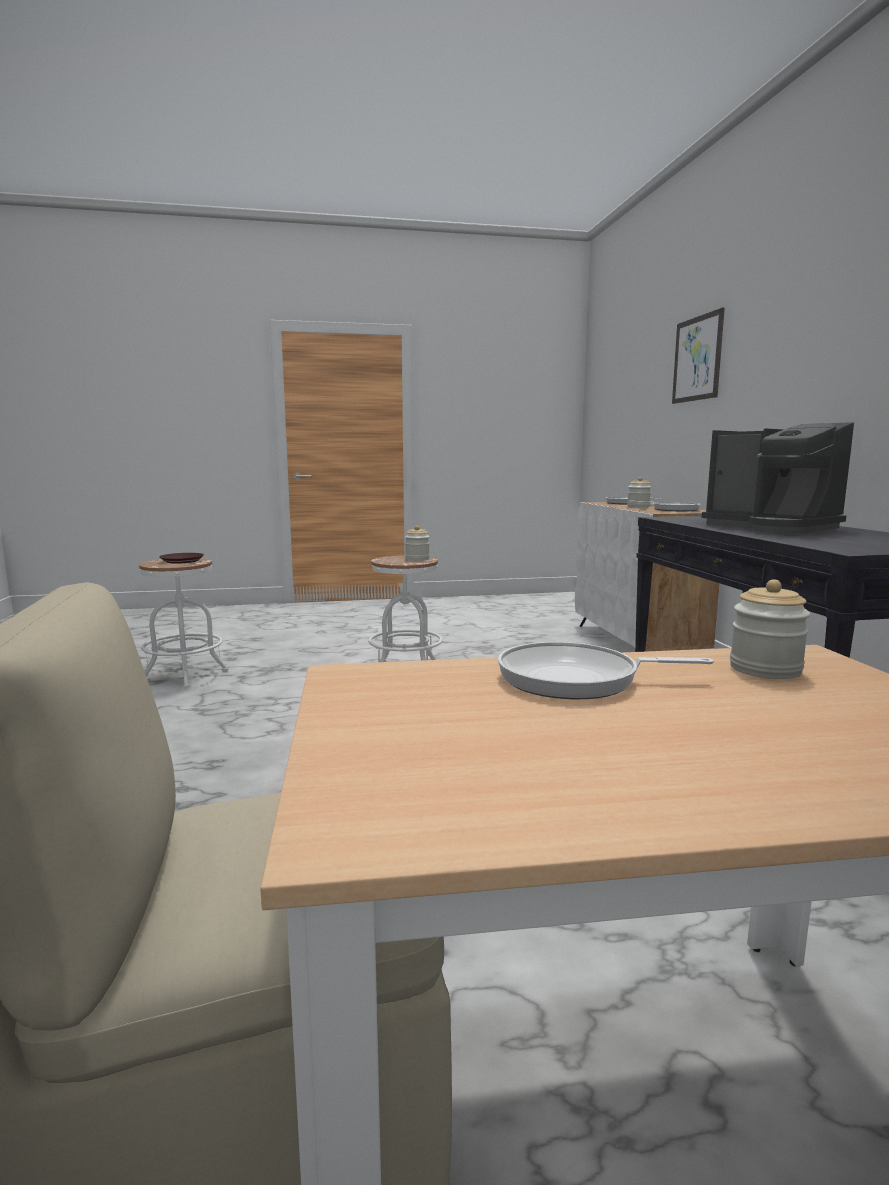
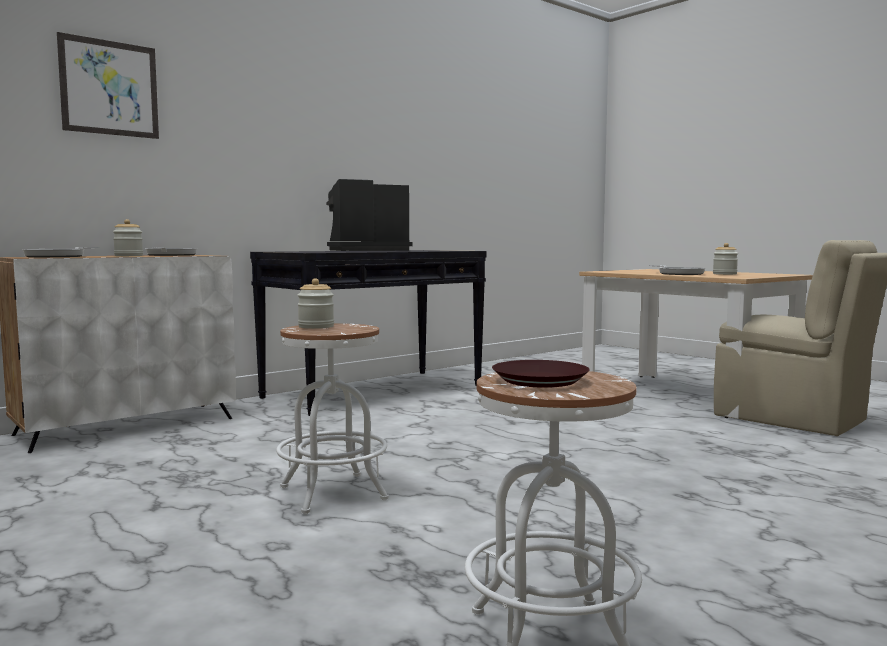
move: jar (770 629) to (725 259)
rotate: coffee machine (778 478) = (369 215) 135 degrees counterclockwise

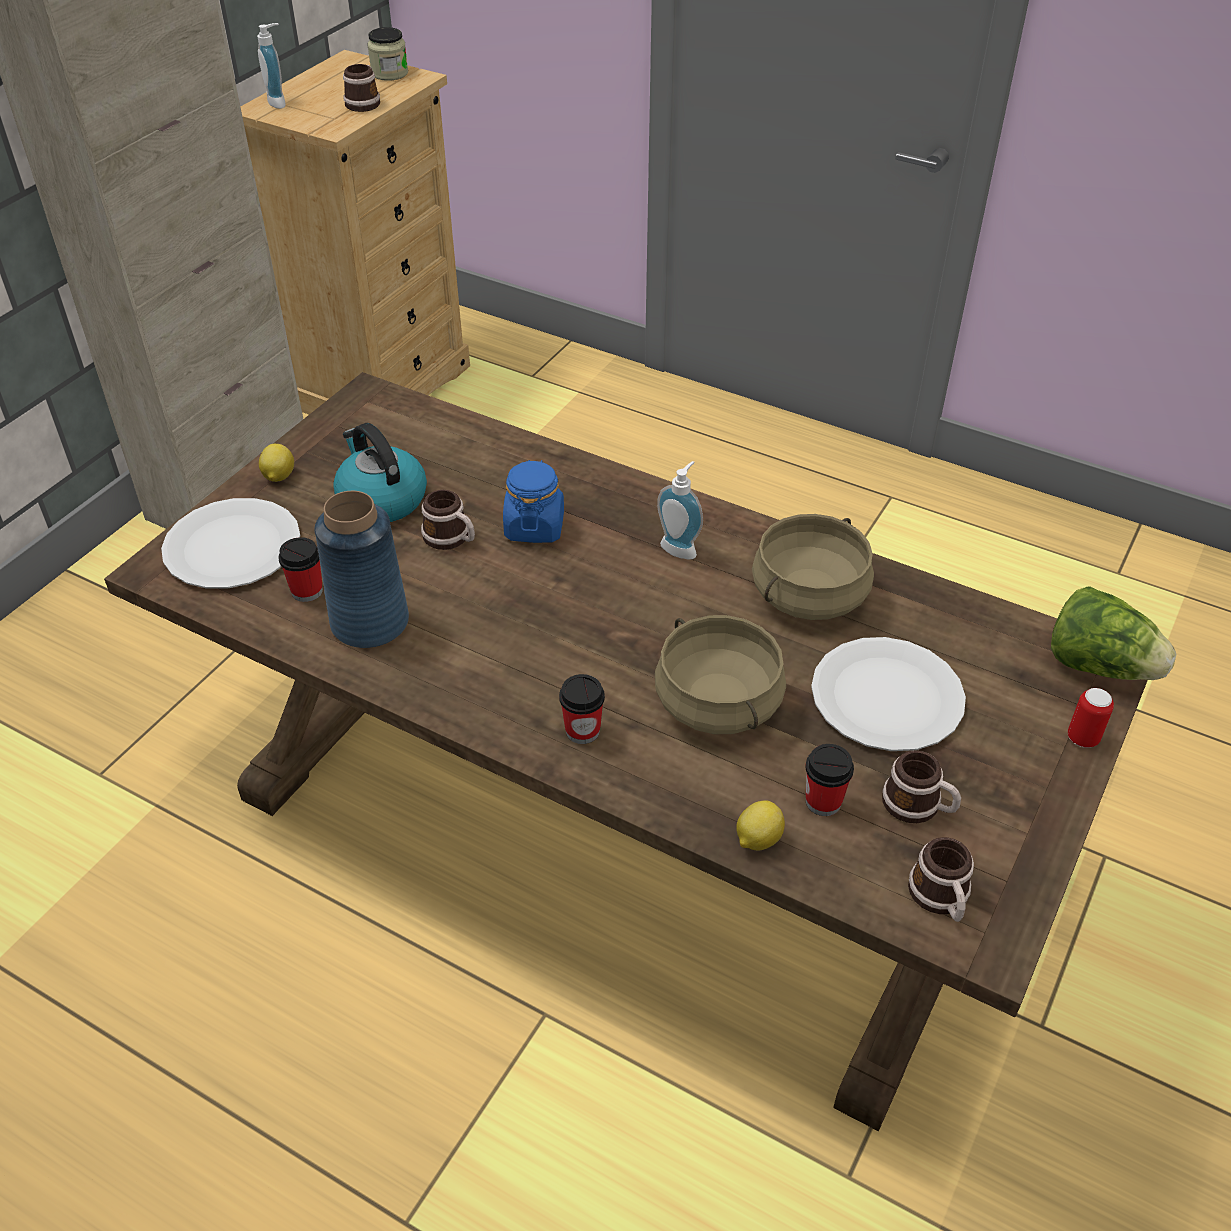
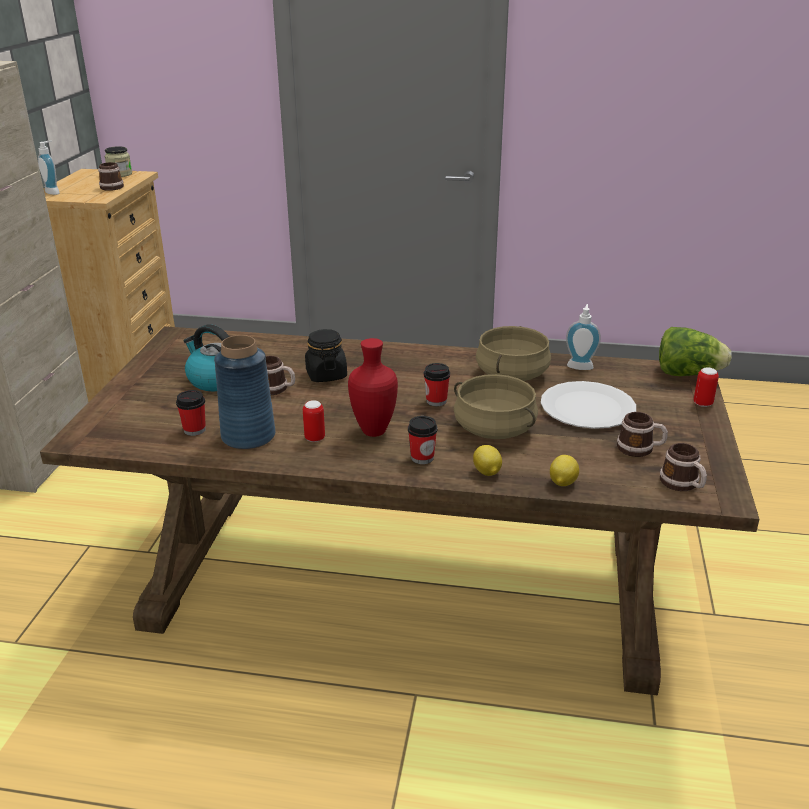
delete: white plate (230 543)
insert: red vase (373 387); can (314 421)
move: lemon (276 463) to (487 460); soap dispenser (680 510) to (583 337); cup (829 780) to (437 384)
recolor: blue jar (533 501) to black jar (326 355)

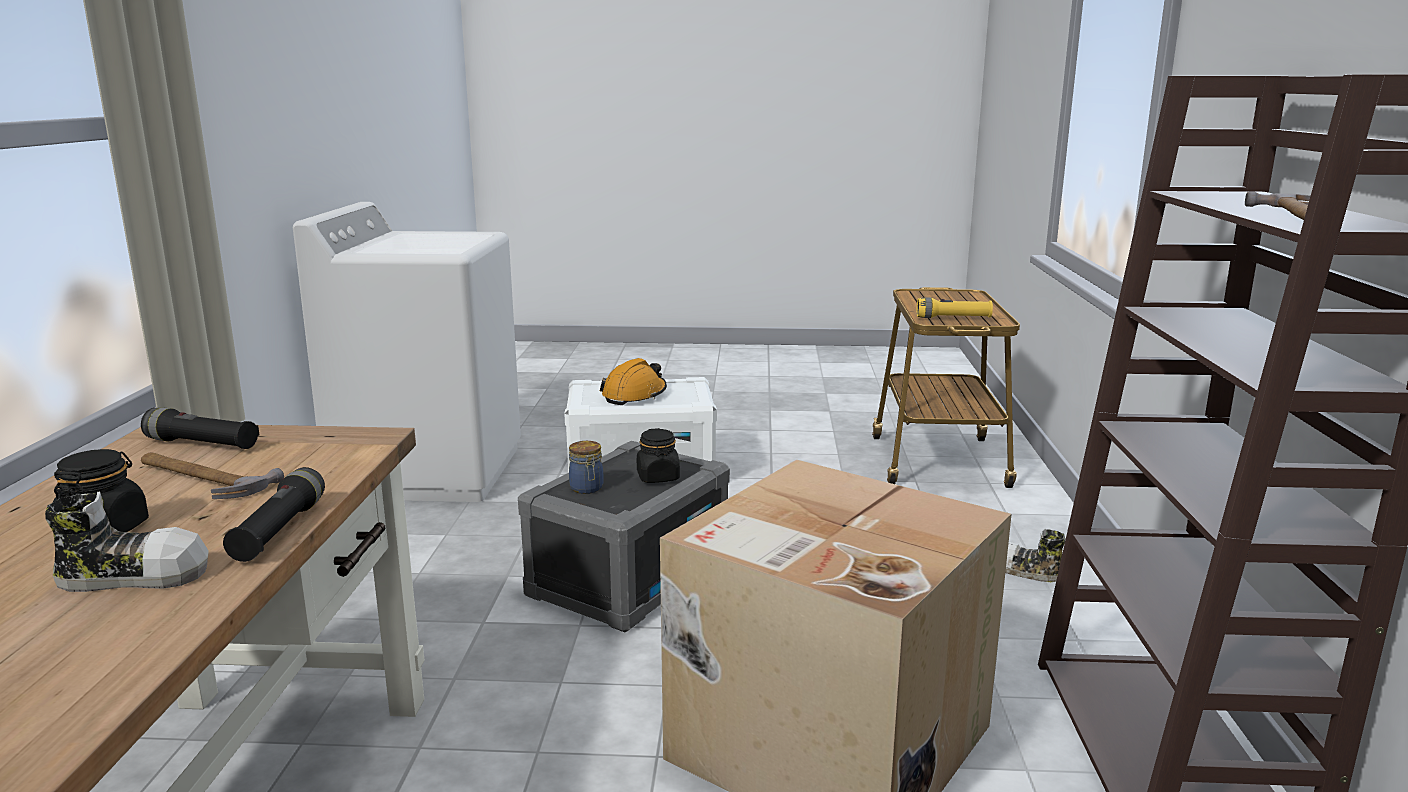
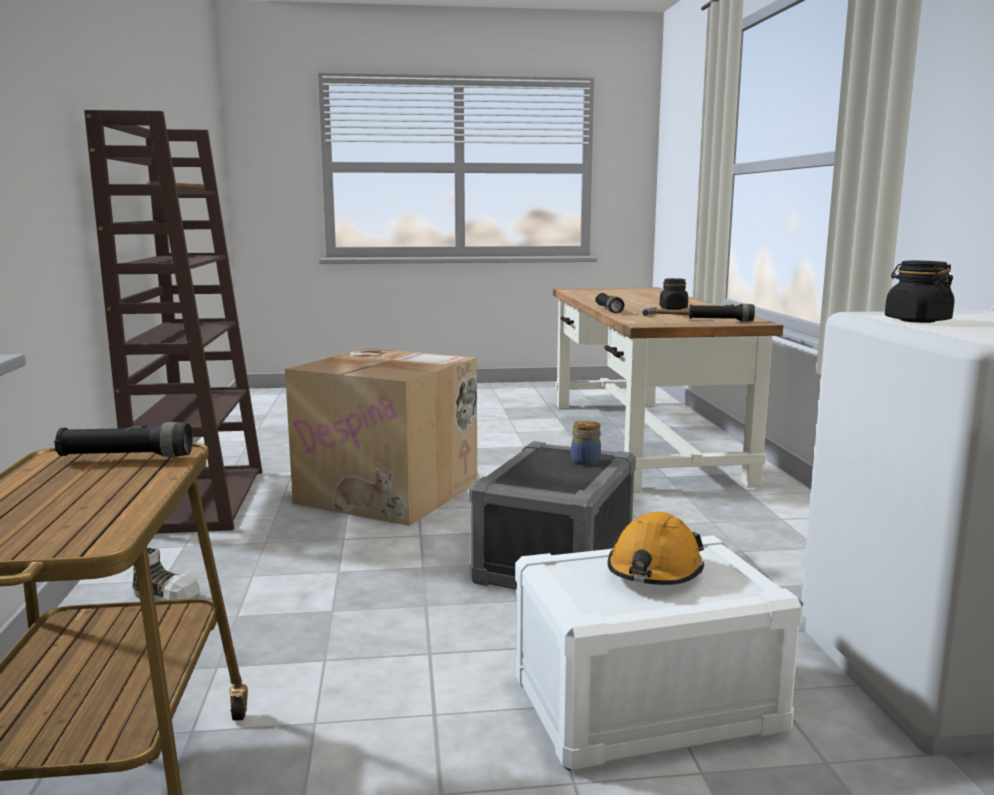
delete: shoe (127 541)
move: black jar (658 455) to (920 292)
recolor: yellow flashlight (955 308) to black flashlight (123 439)

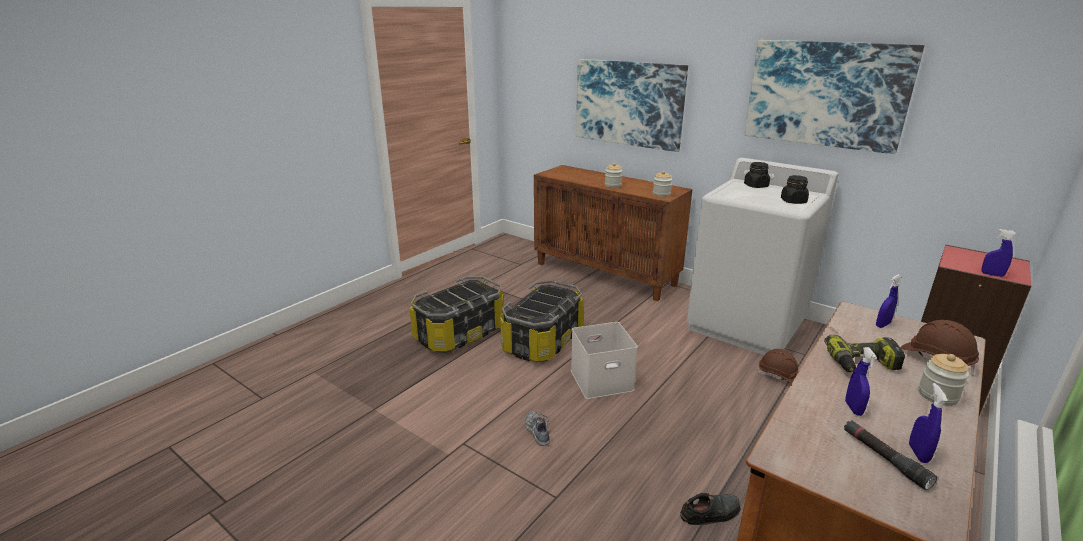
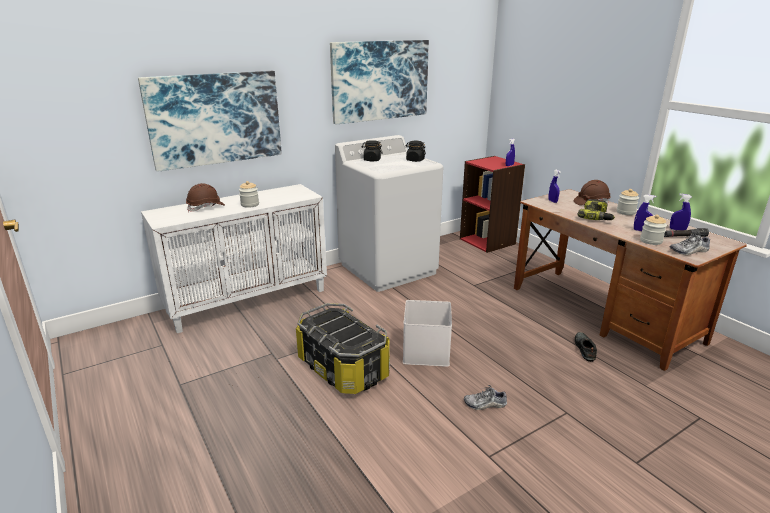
delete: storage box (456 314)
insert: shoe (690 243)
move: jar (662 184) to (653 230); brown hard hat (777 366) to (205 197)
recolor: brown cabinet (613 233) to white cabinet (234 258)

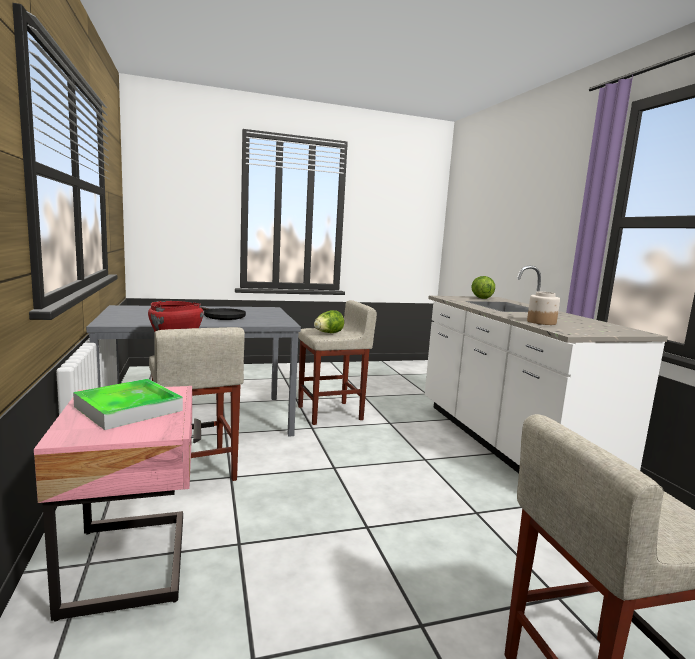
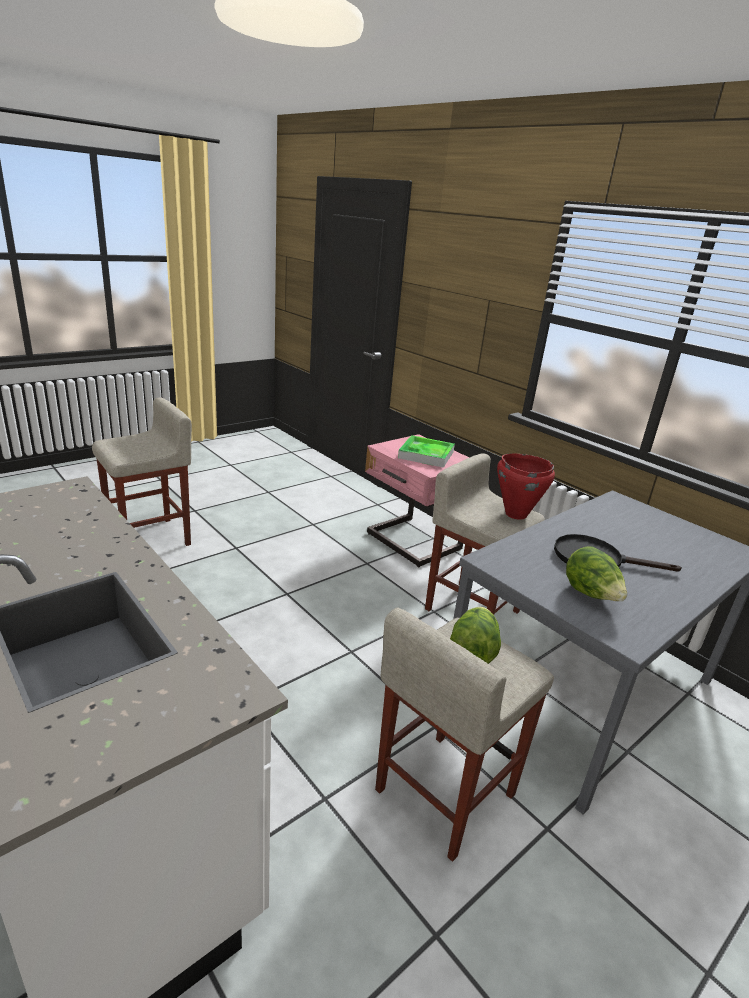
delete: jar (543 308)
move: lettuce (483 287) to (596 573)

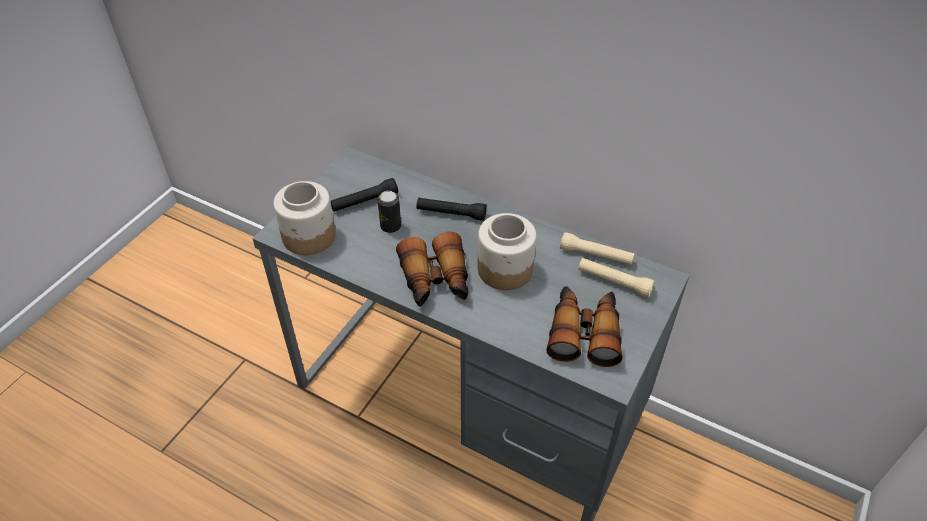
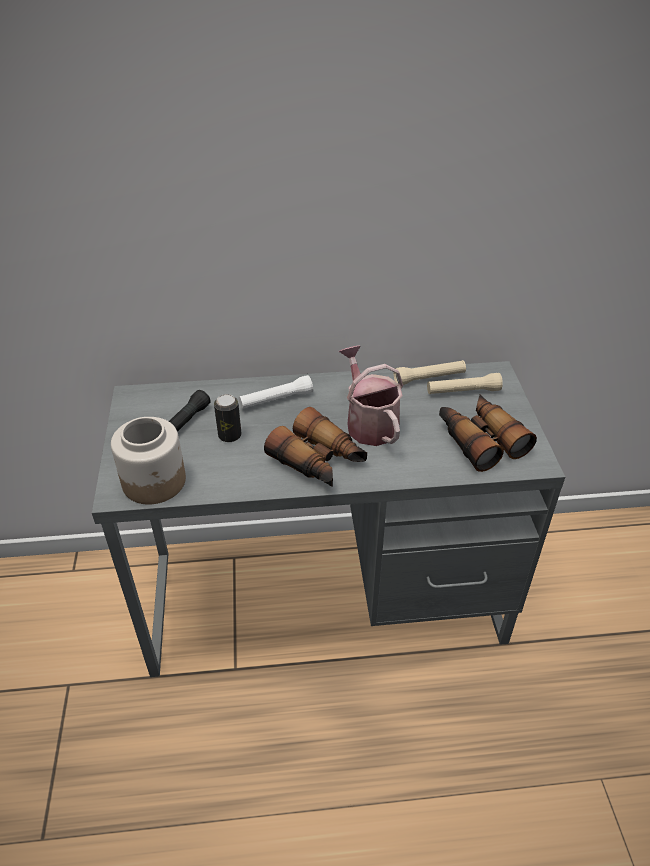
replace: jar (507 251) to watering can (371 395)
recolor: black flashlight (451 209) to white flashlight (276 392)

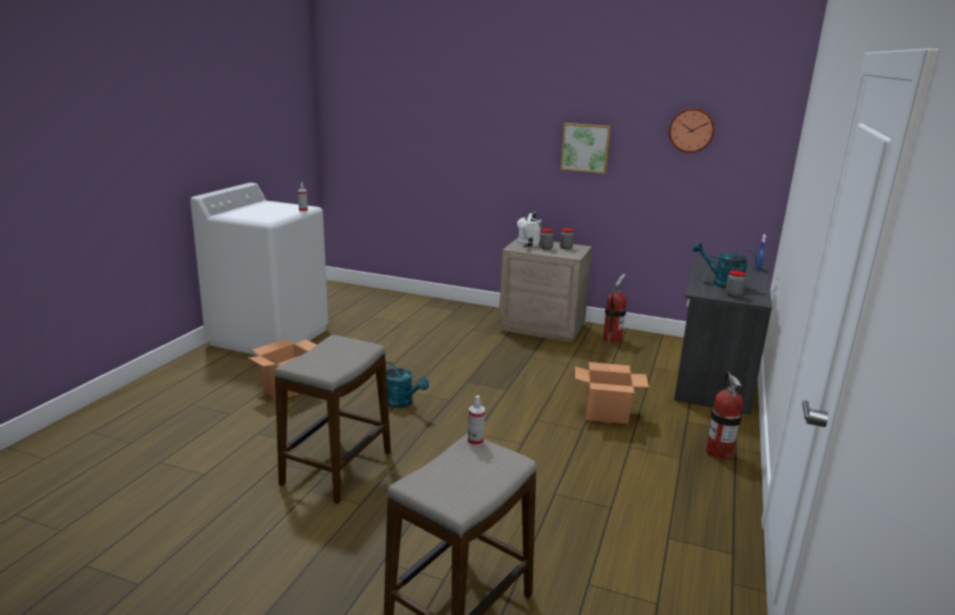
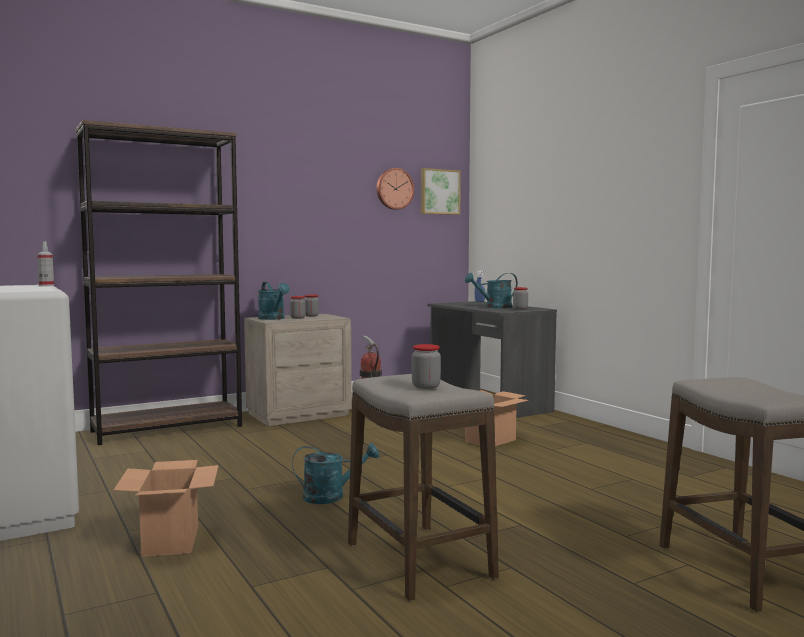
delete: fire extinguisher (724 416); spray bottle (476 420)
insert: brown bookcase (159 282); jar (426 366)
move: picture (586 148) to (441 191)
recolor: white watering can (529 229) to turquoise watering can (274 301)

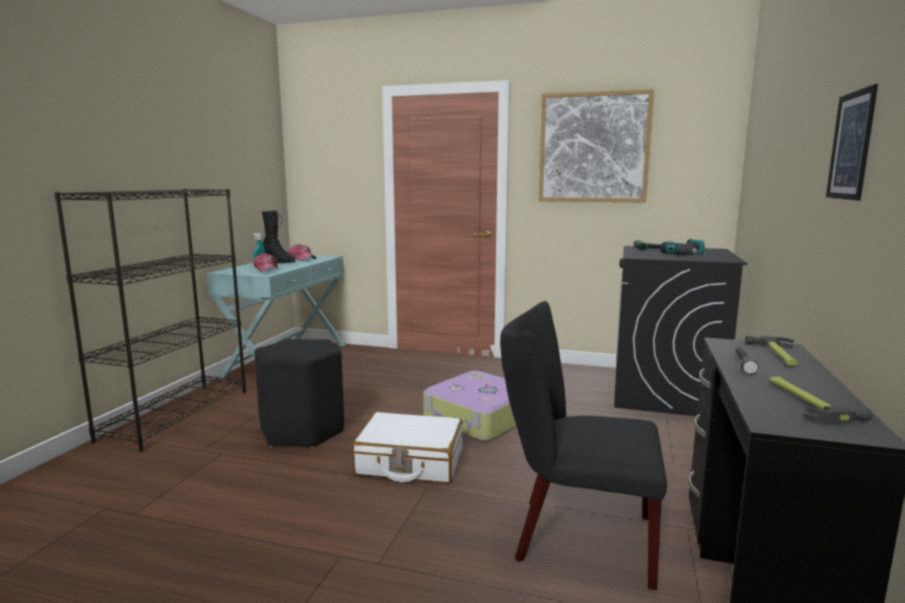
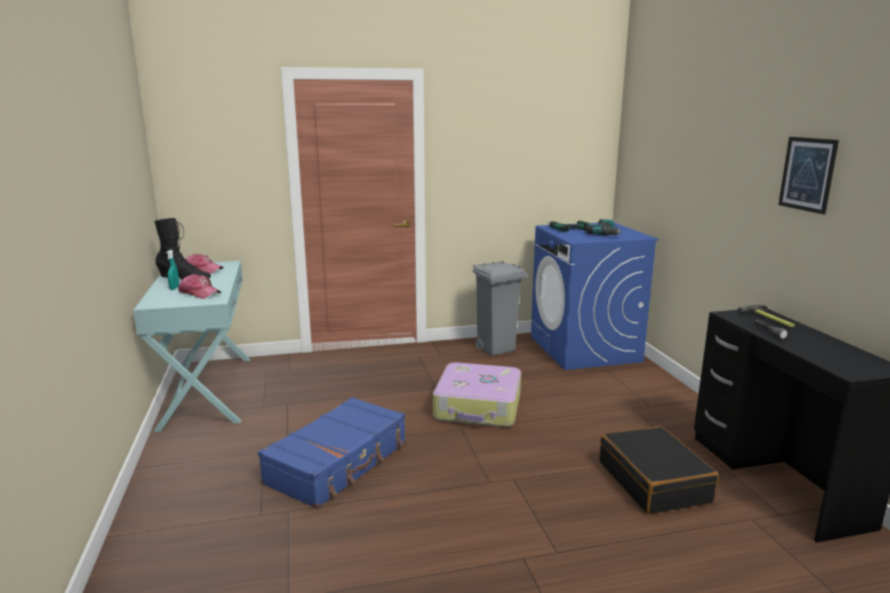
delete: picture (596 146); black bookcase (150 320); hammer (821 399); white suitcase (407 448)
insert: grey trash can (500 308)
replace: black chair (583 445) to black suitcase (659 470); black stool (299 393) to blue suitcase (332 453)
recolor: black washing machine (680 331) to blue washing machine (595 296)

